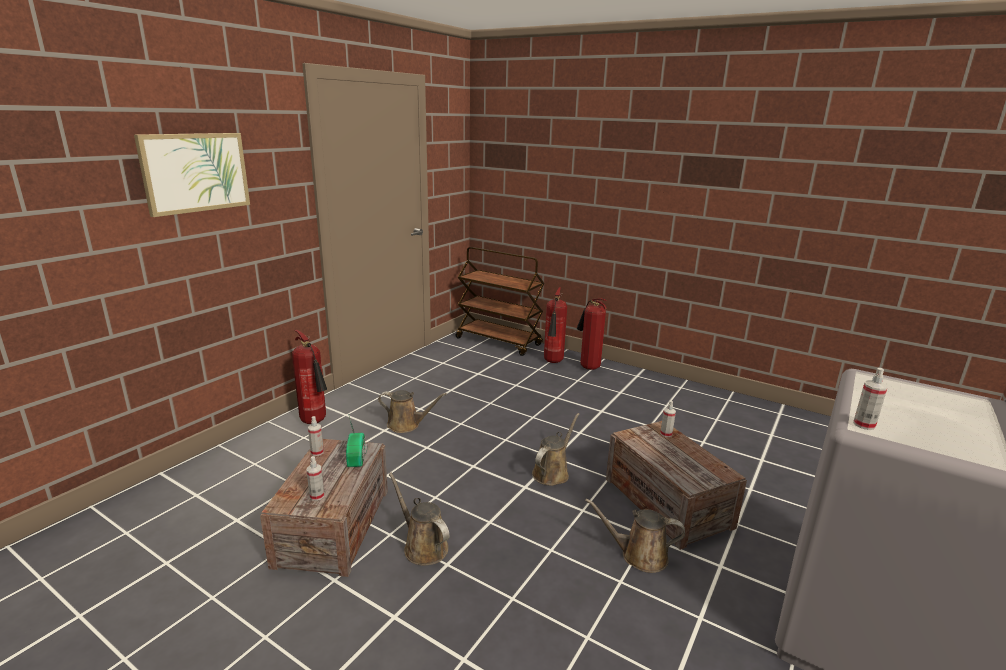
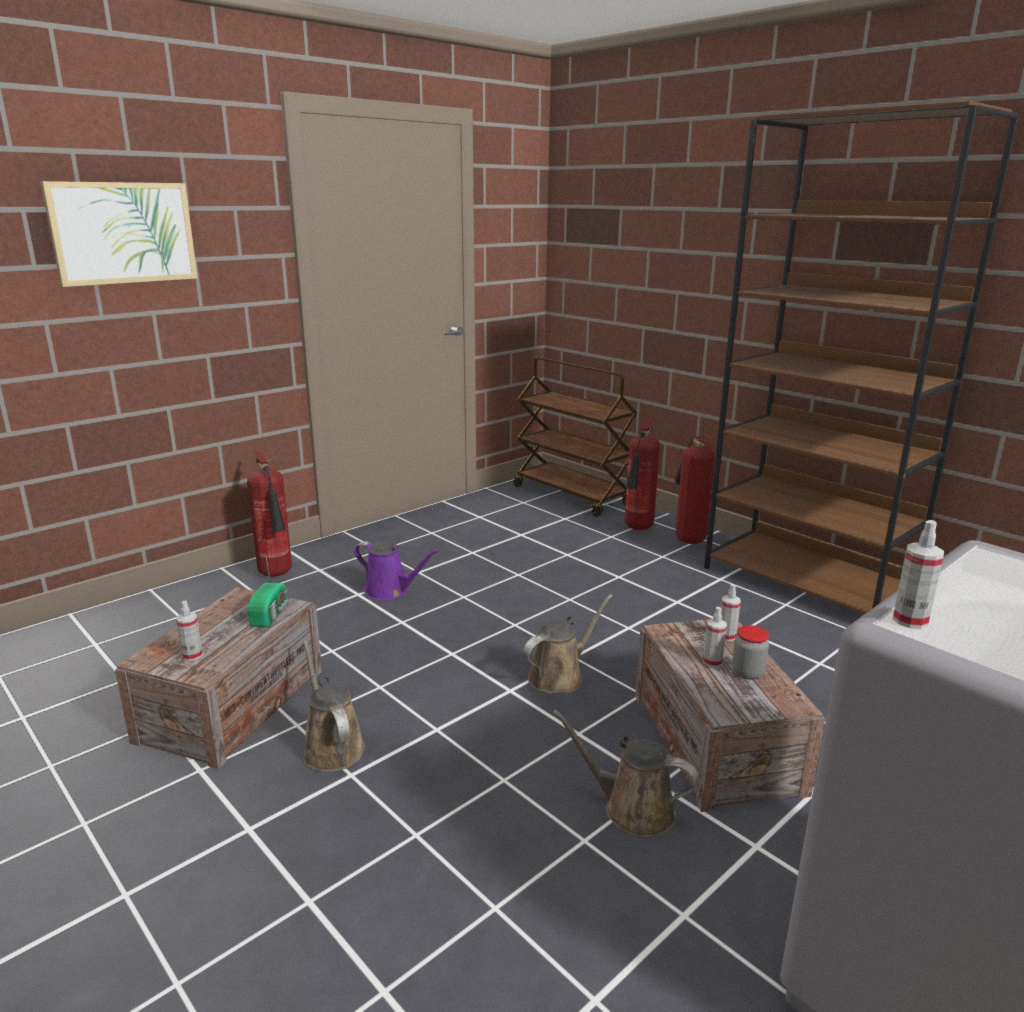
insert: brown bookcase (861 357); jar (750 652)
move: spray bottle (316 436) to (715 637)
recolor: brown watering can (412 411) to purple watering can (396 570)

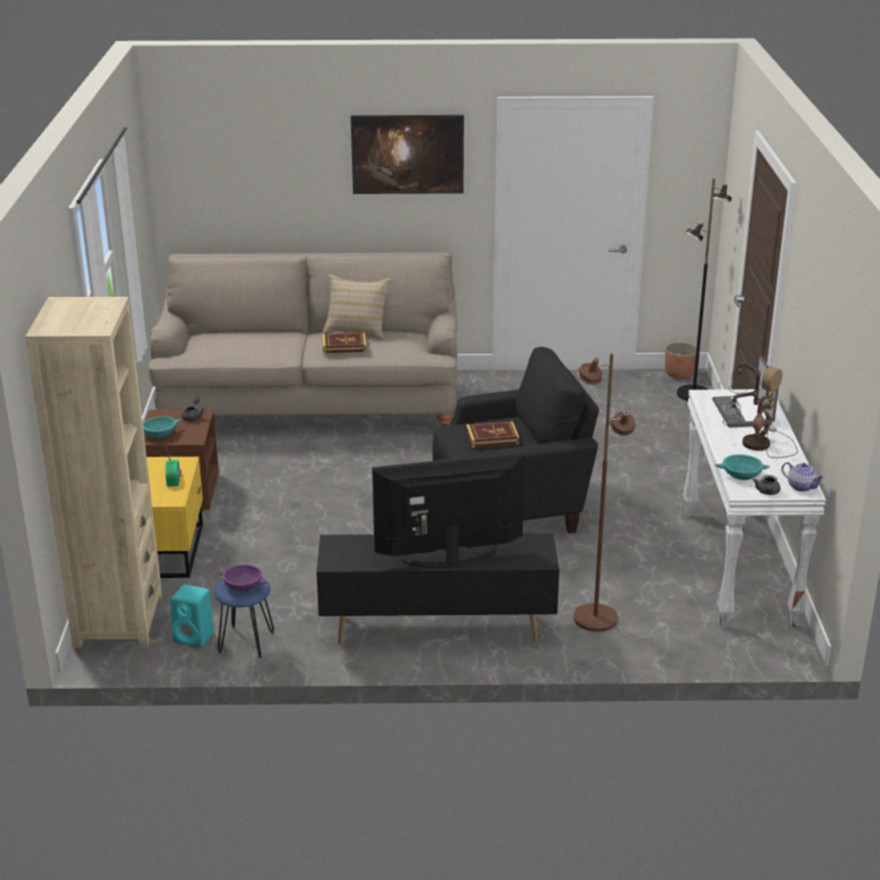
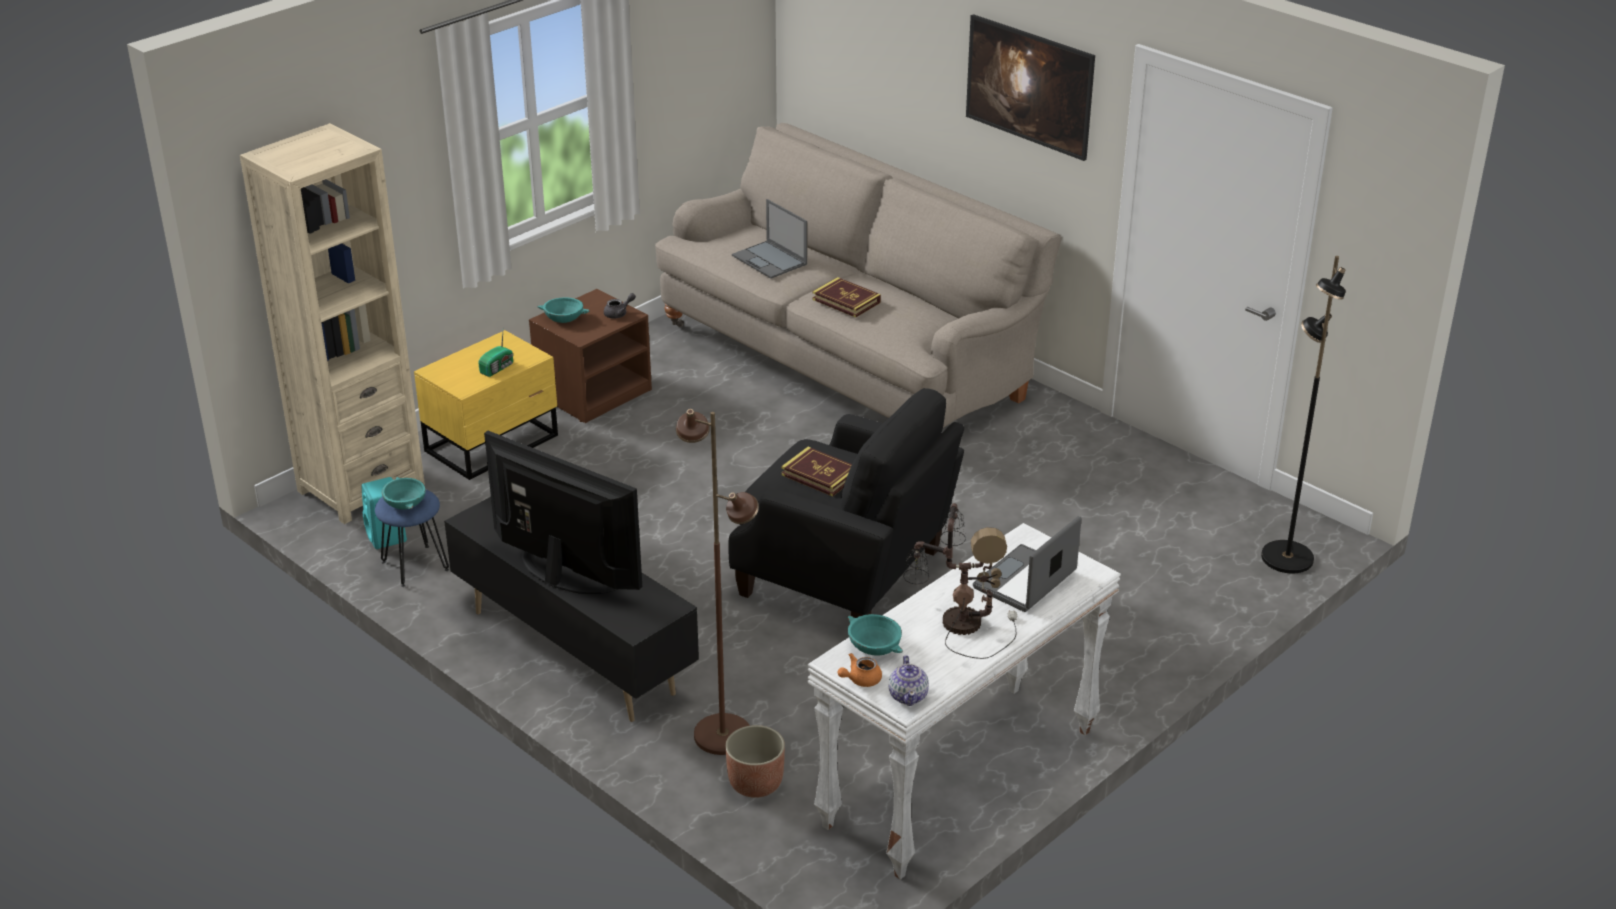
delete: beige pillow (357 306)
insert: laptop (769 239)
move: planter (681 360) to (755 761)
recolor: grey teapot (766 485) to orange teapot (860 670); purple bowl (243 578) to turquoise bowl (404 493)

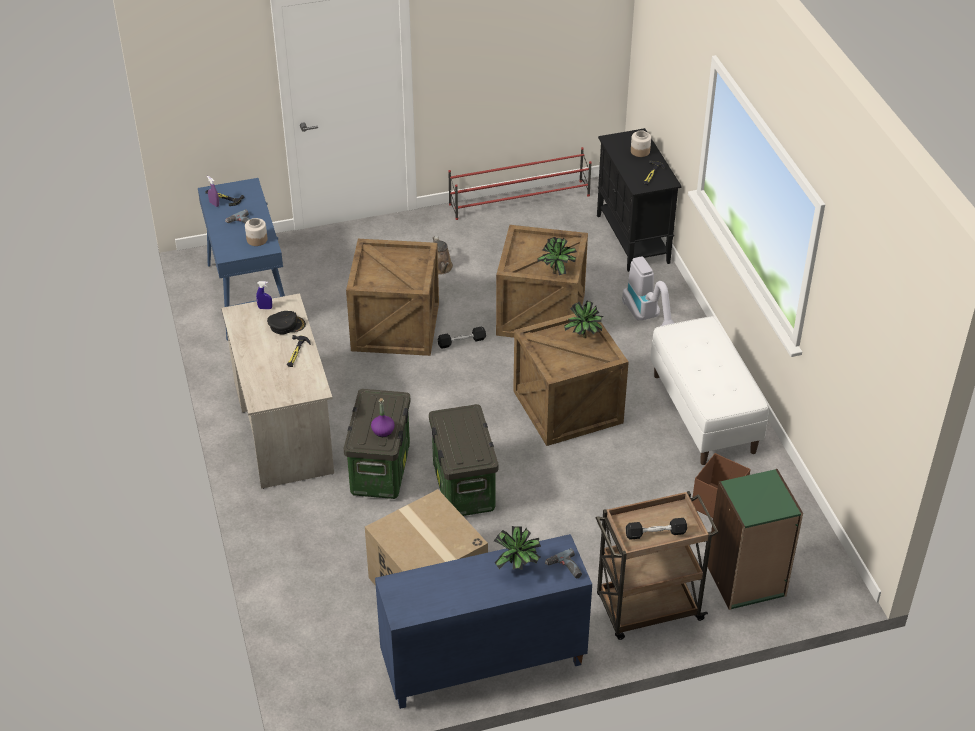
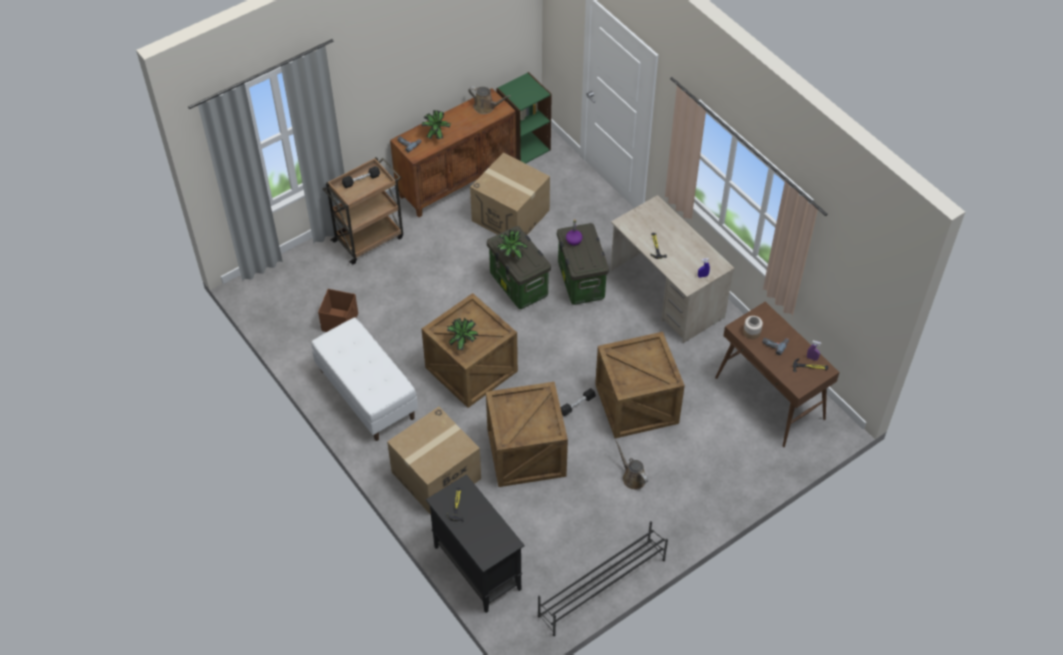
delete: jar (641 143); black cap (286 323)
insert: brown watering can (489 100)
move: potted plant (557 256) to (512 245); green bookcase (755 539) to (524 118)
replace: vacuum cleaner (648 291) to cardboard box (434 461)
recolor: red shoe rack (520 183) to black shoe rack (603 578); blue console table (241 259) to brown console table (777 374); blue cabinet (483 621) to brown cabinet (453 152)

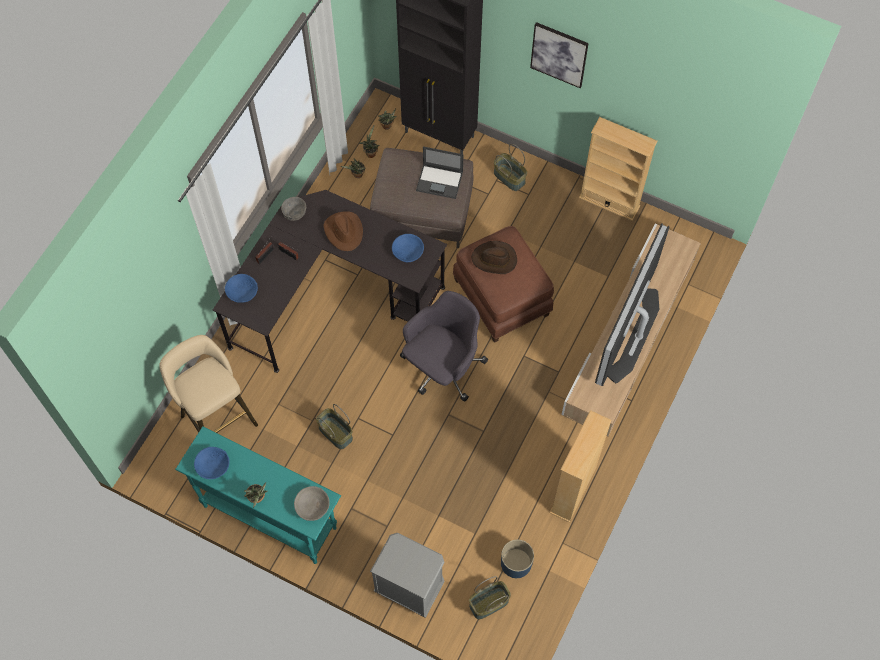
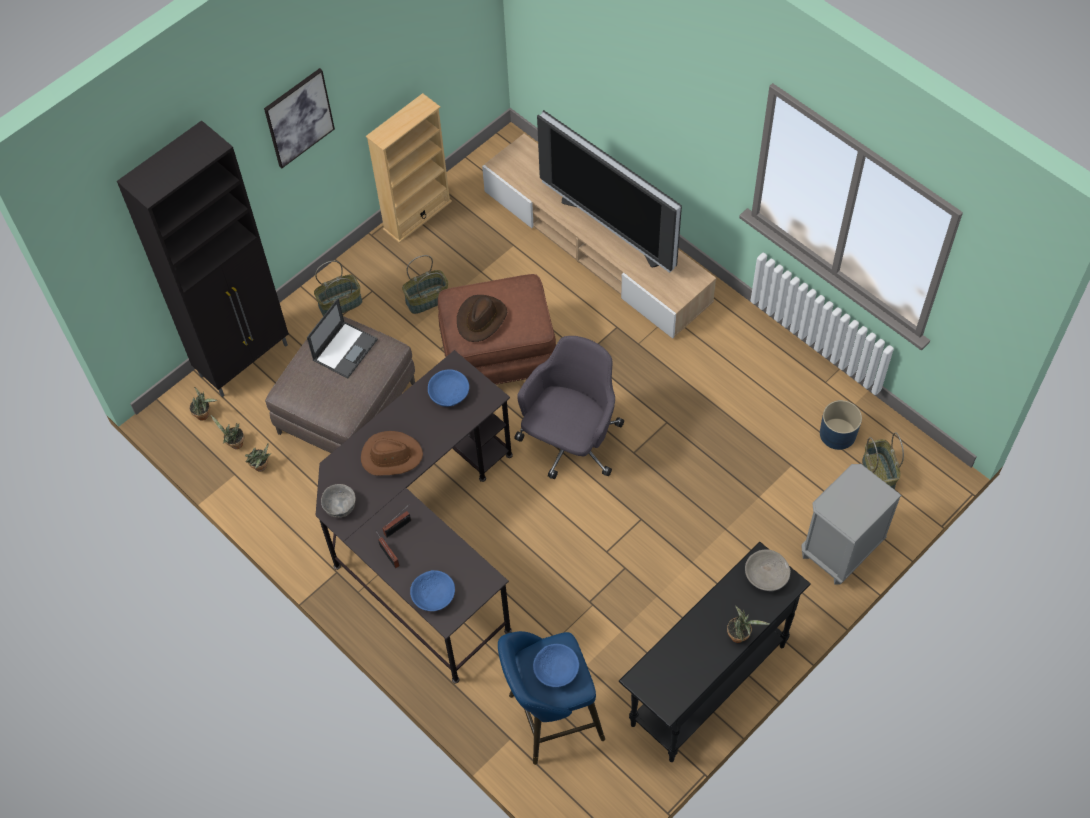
delete: beige bookcase (581 466)
move: basket (334 426) to (425 284); blue bowl (211 463) to (556 665)
recolor: beige stool (208 384) to blue stool (551 698); turquoise console table (258 495) to black console table (714 652)
rotate: grey office chair (444 346) = (569 407) 60 degrees clockwise

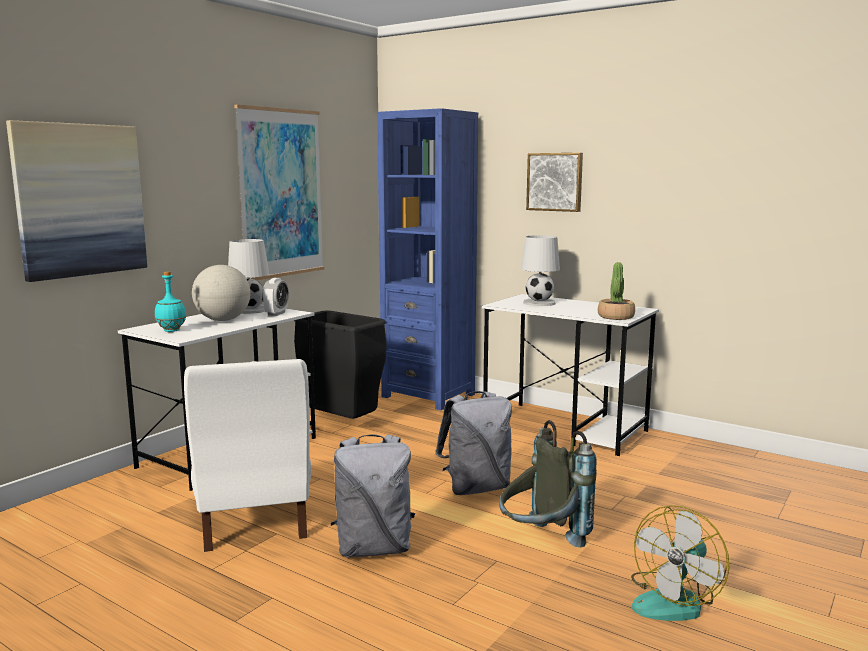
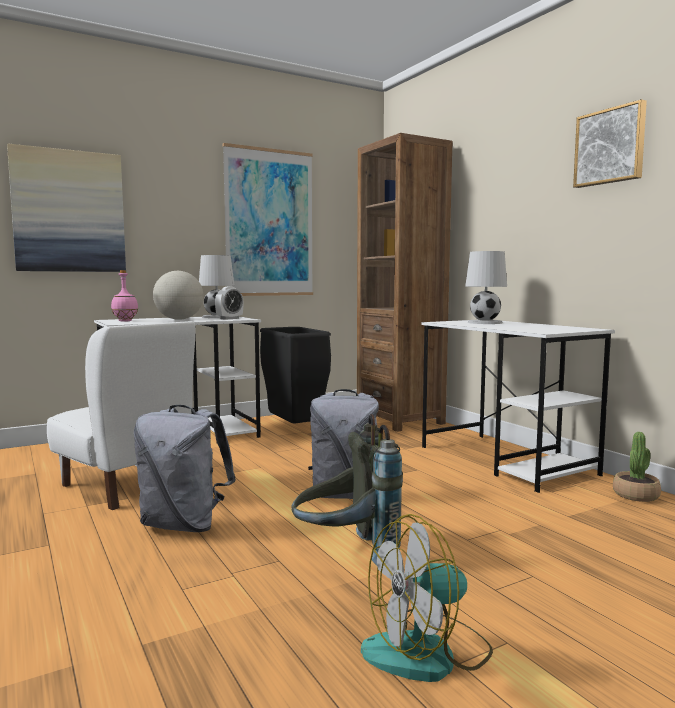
move: picture (554 182) to (610 143); potted plant (616 291) to (637 467)
recolor: blue bookcase (427 259) to brown bookcase (404 282); turquoise bottle (171 301) to pink bottle (124 296)
rotate: white chair (247 455) = (121 415) 60 degrees counterclockwise

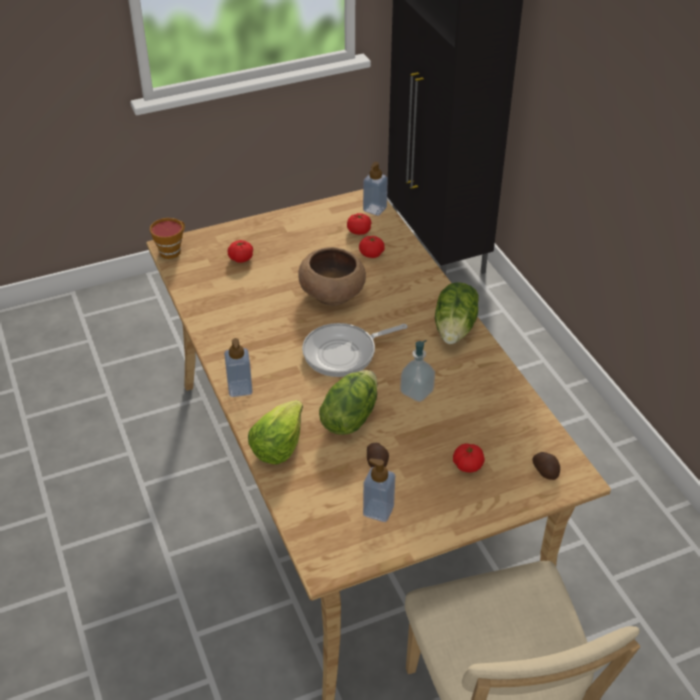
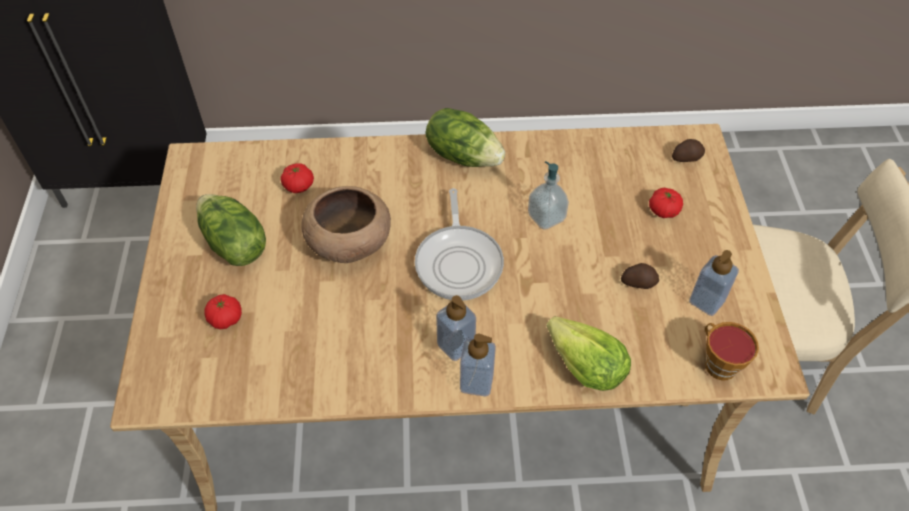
delete: tomato (359 224)
move: soap dispenser (375 189) to (456 328); cup (167 238) to (732 351); lettuce (348 402) to (231 230)

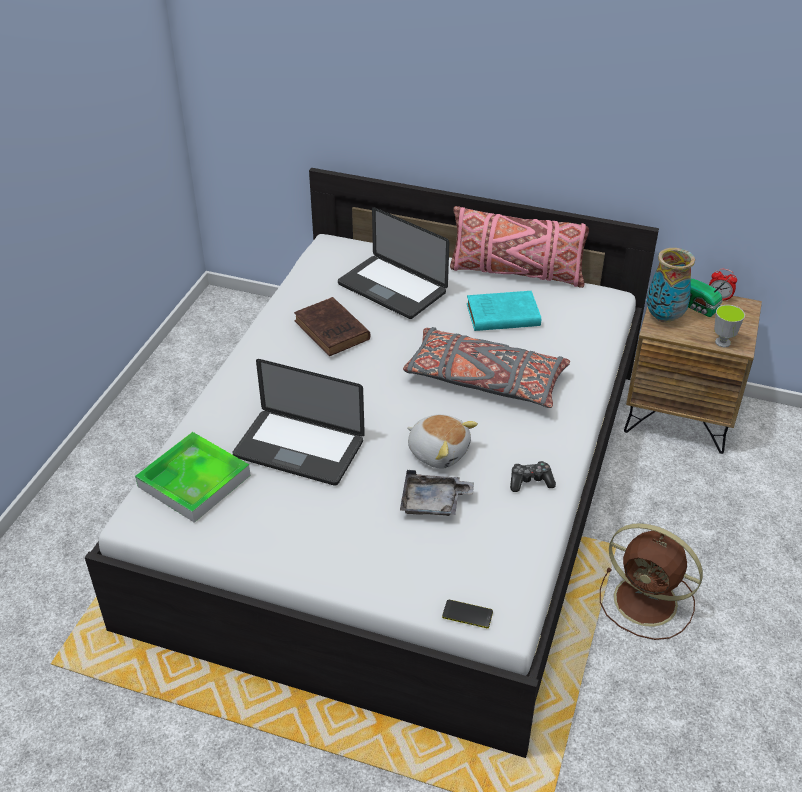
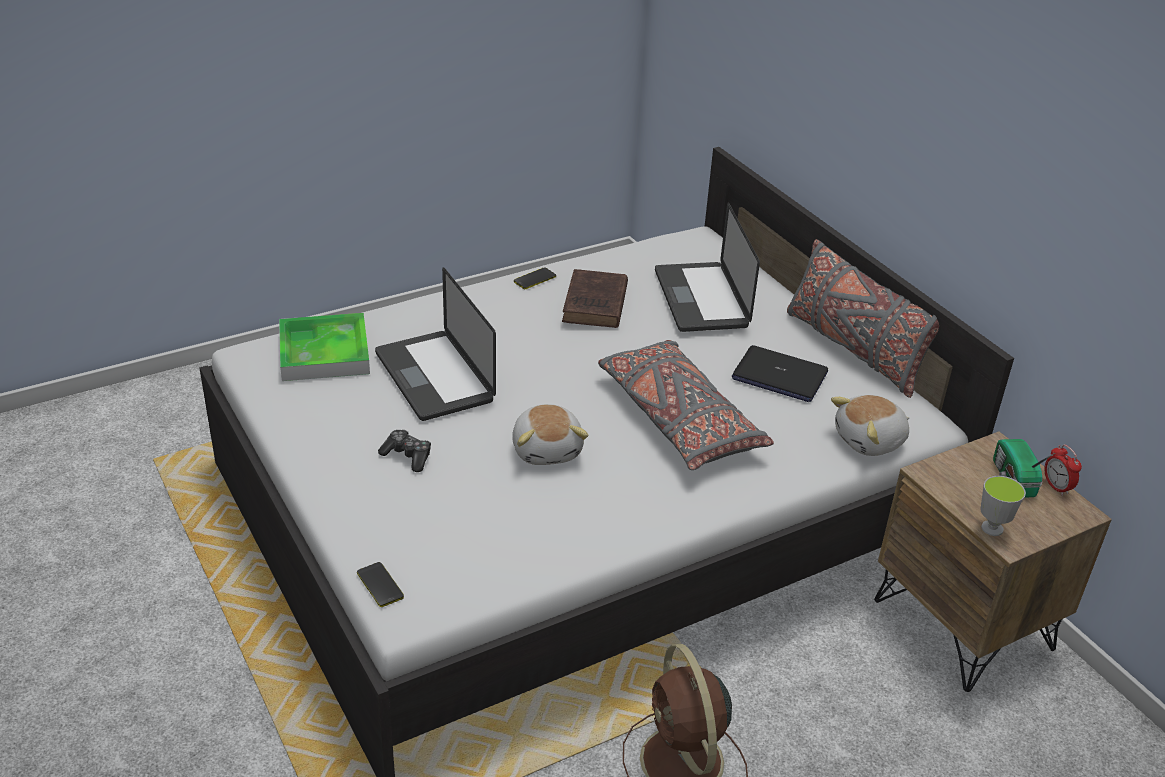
delete: vase (670 285); grey tray (437 493)
insert: phone (535 278); plush toy (870 425)
move: game controller (533 476) to (404 451)
replace: turquoise book (504 311) to laptop (780 373)
recolor: pink pillow (519 247) to grey pillow (863 318)

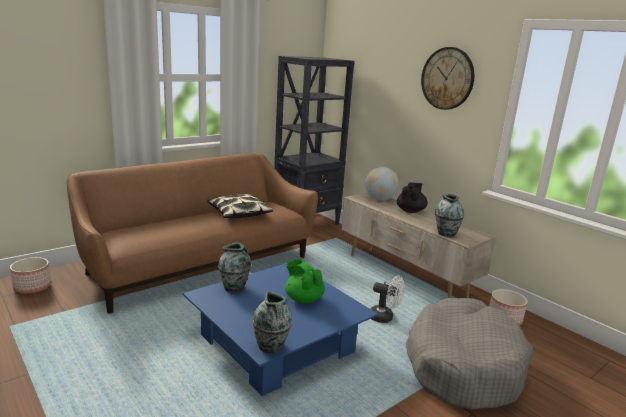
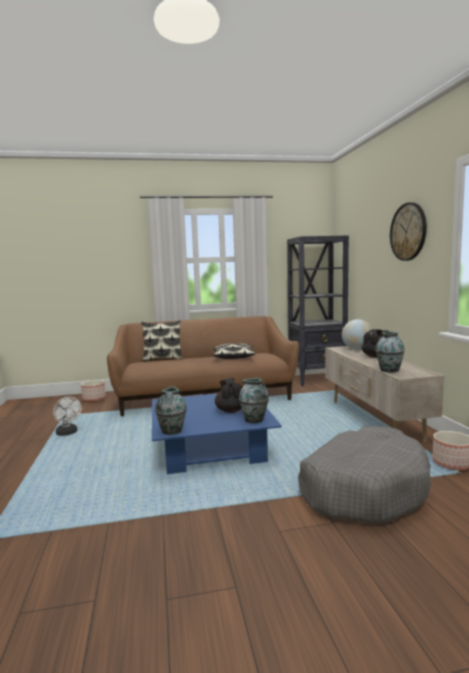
insert: pillow (162 340)
move: vase (234 267) to (254 400); white fan (387 299) to (67 416)
recolor: green teapot (305 281) to black teapot (228 395)

